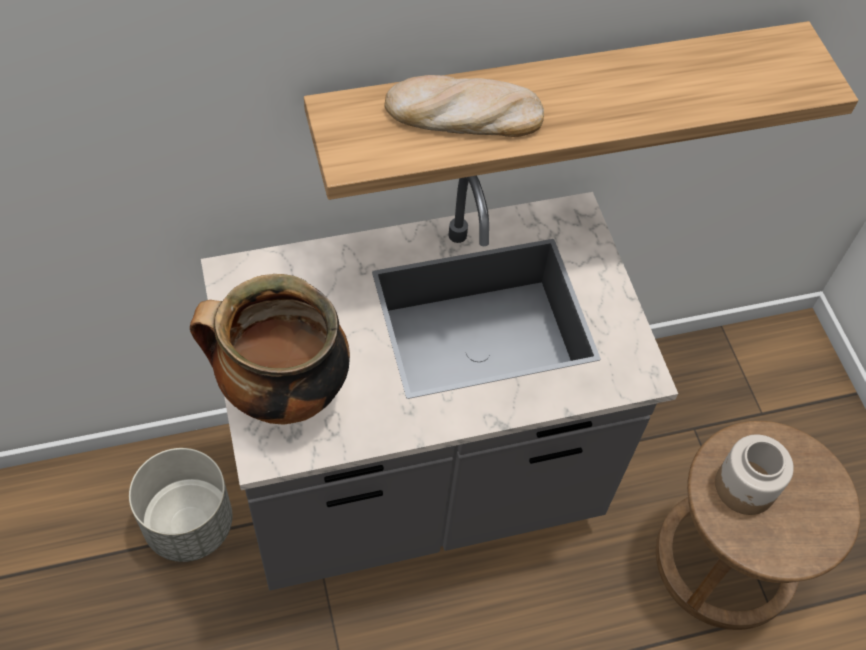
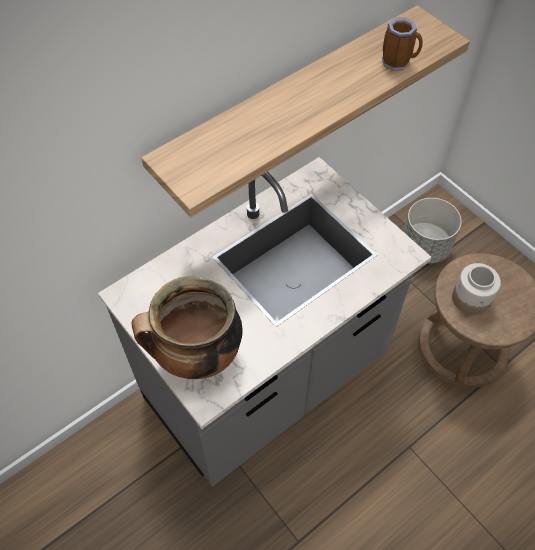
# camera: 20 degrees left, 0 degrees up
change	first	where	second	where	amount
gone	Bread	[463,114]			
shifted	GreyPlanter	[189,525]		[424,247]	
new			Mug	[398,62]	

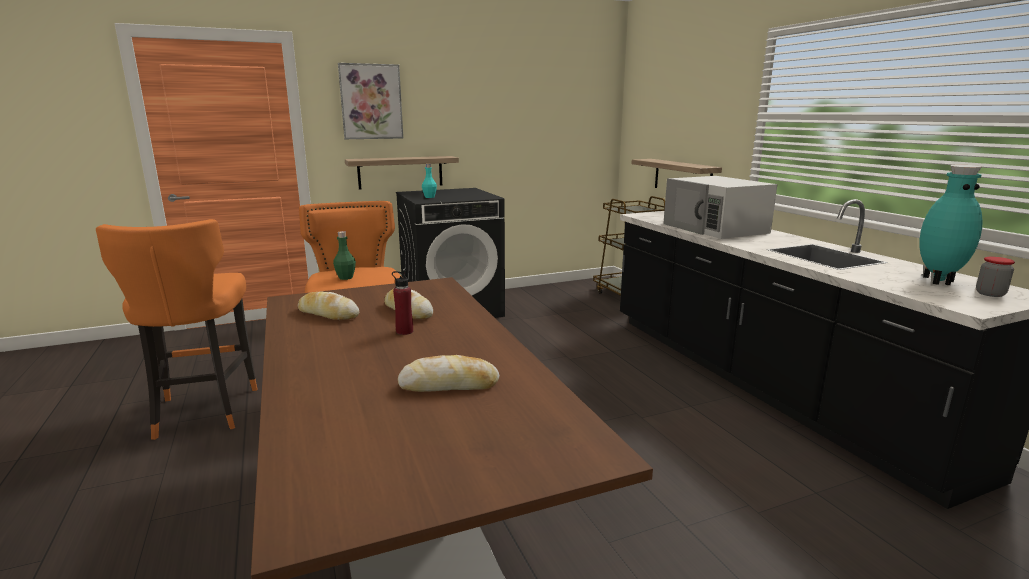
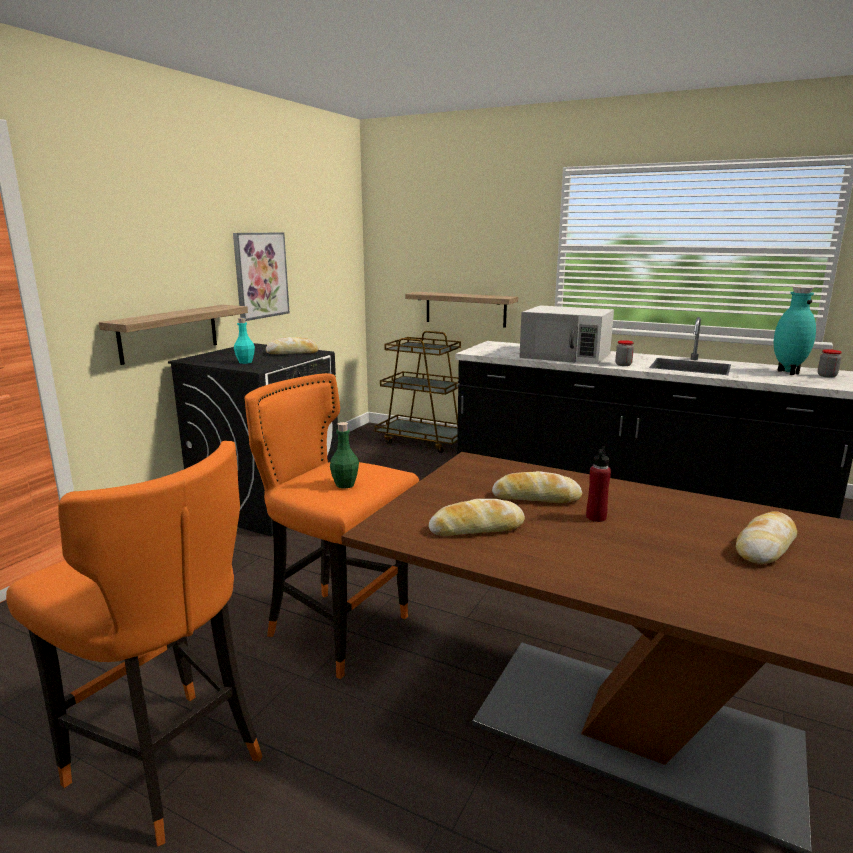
# camera: 40 degrees left, 0 degrees up
change	first	where	second	where	amount
shifted	Picture	[371,102]		[260,275]	
new			Bread	[292,353]	
new			Jar	[623,365]	

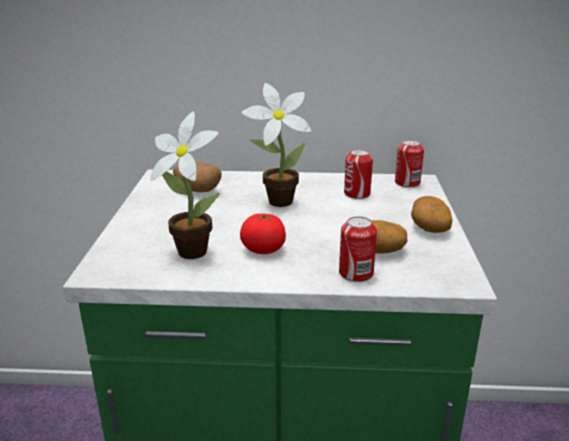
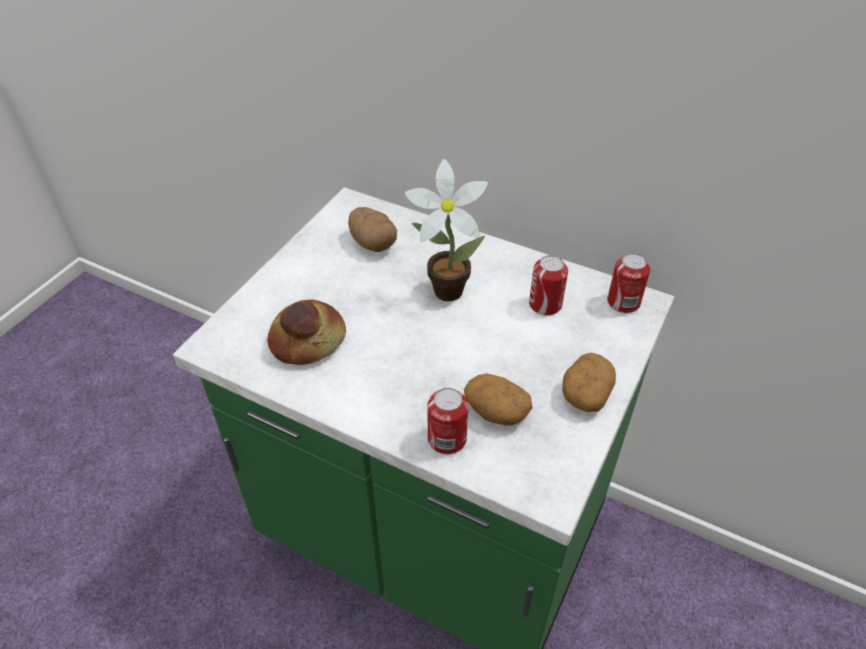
# camera: 25 degrees right, 20 degrees up
change	first	where	second	where	amount
swapped	PottedPlant	[190,249]	Bread	[308,341]	
gone	Tomato	[263,249]			

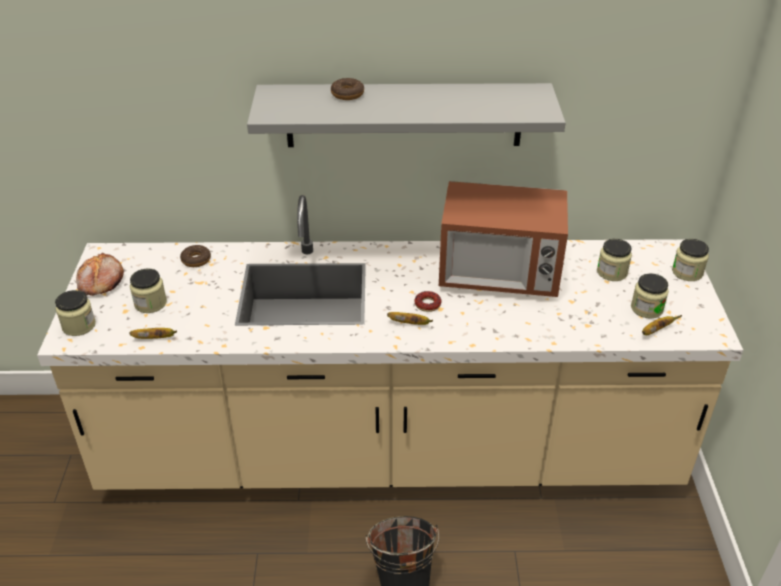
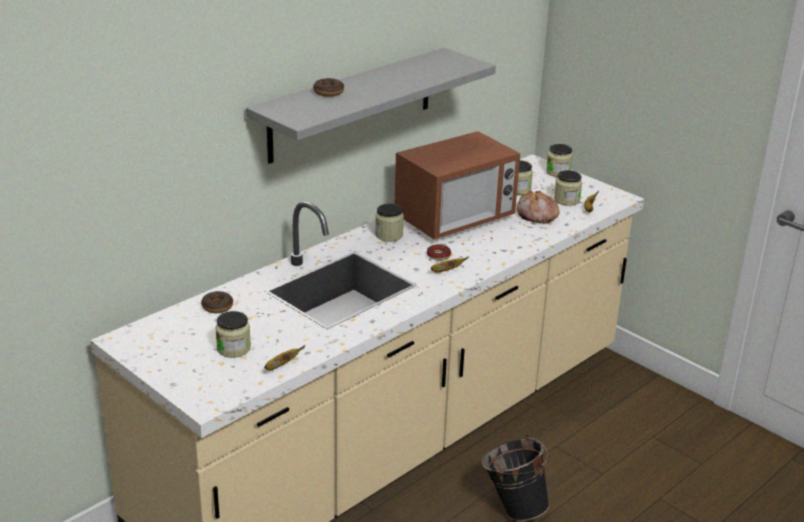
# camera: 45 degrees left, 10 degrees down
change	first	where	second	where	amount
shifted	Bread	[100,282]		[536,215]	
shifted	Jar	[79,325]		[389,235]	

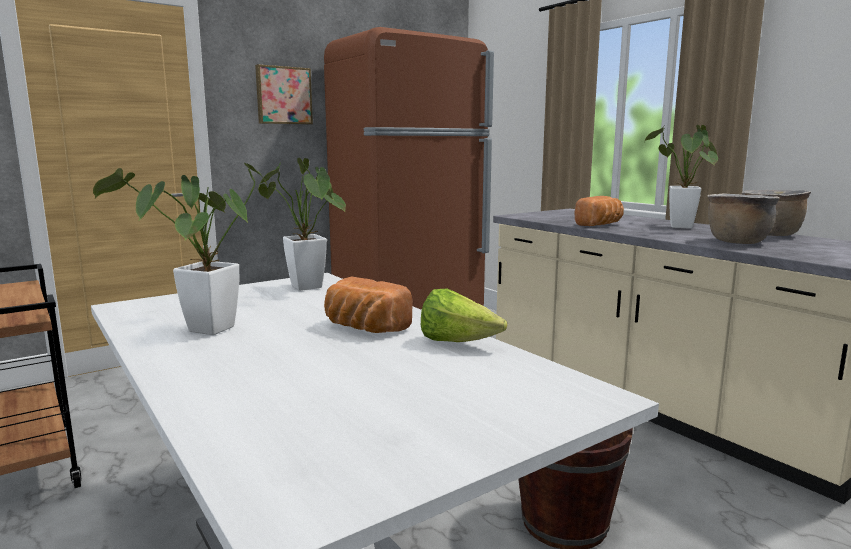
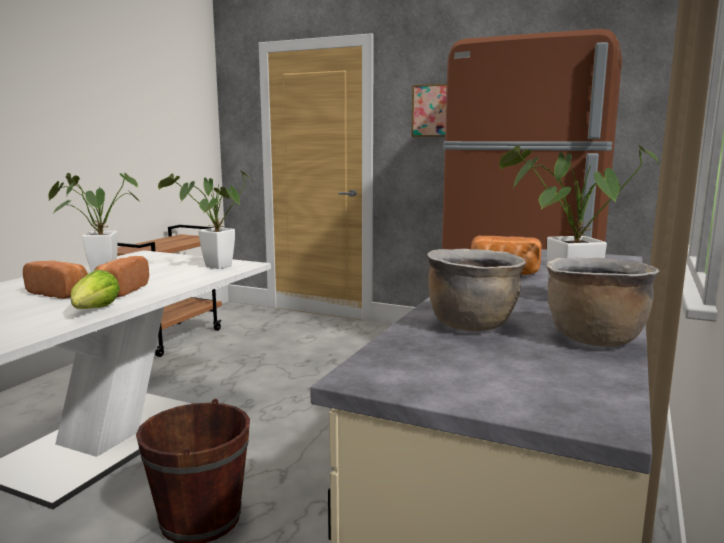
# camera: 60 degrees right, 0 degrees up
change	first	where	second	where	amount
new			Bread	[61,293]	

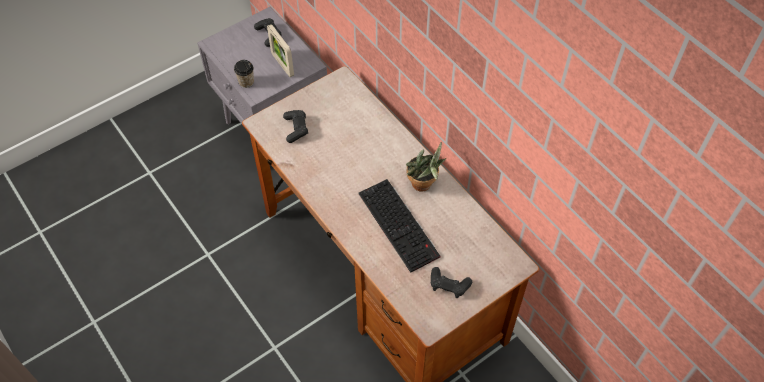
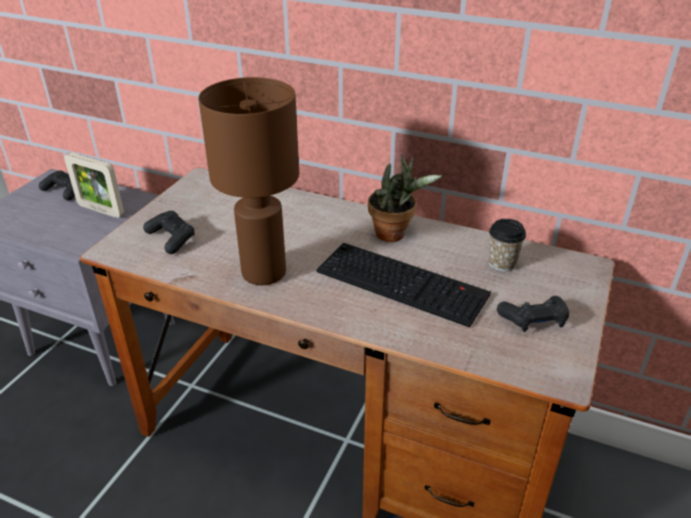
# camera: 30 degrees left, 20 degrees down
change	first	where	second	where	amount
shifted	Cup	[246,82]		[502,263]	
new			BrownTableLamp	[263,272]	

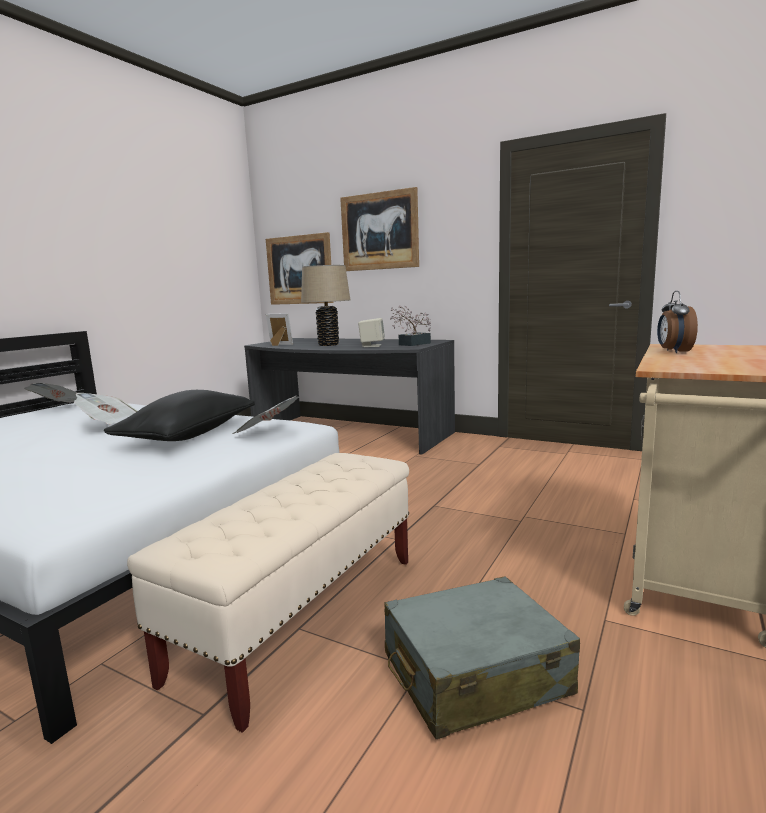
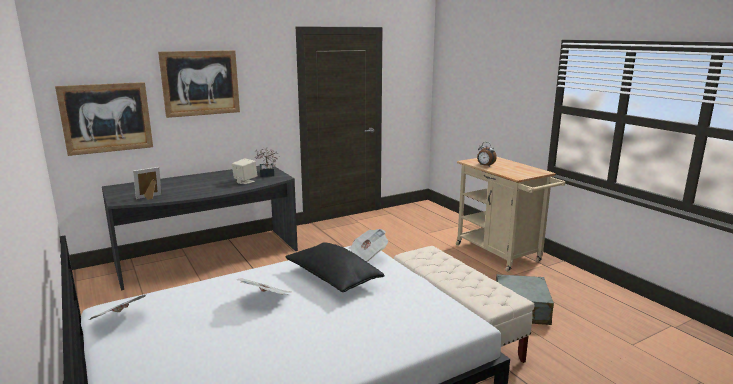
# camera: 60 degrees left, 5 degrees up
change	first	where	second	where	amount
gone	BeigeTableLamp	[328,345]			

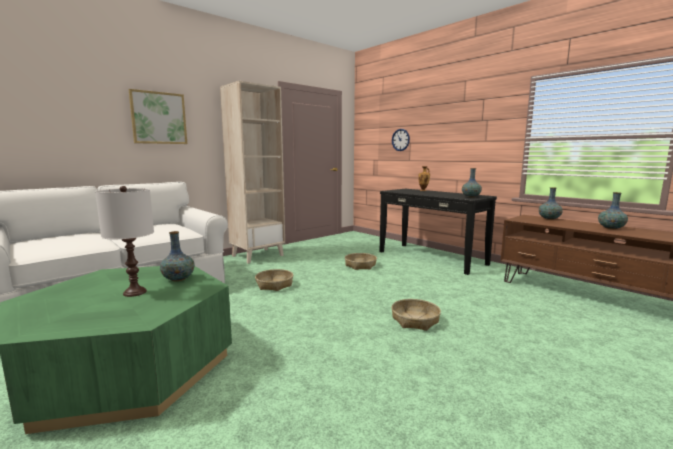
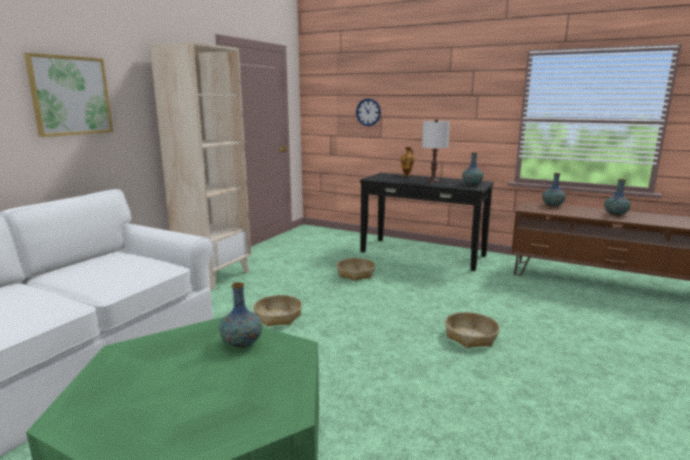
# camera: 20 degrees left, 5 degrees up
change	first	where	second	where	amount
shifted	WhiteTableLamp	[134,292]		[433,181]	

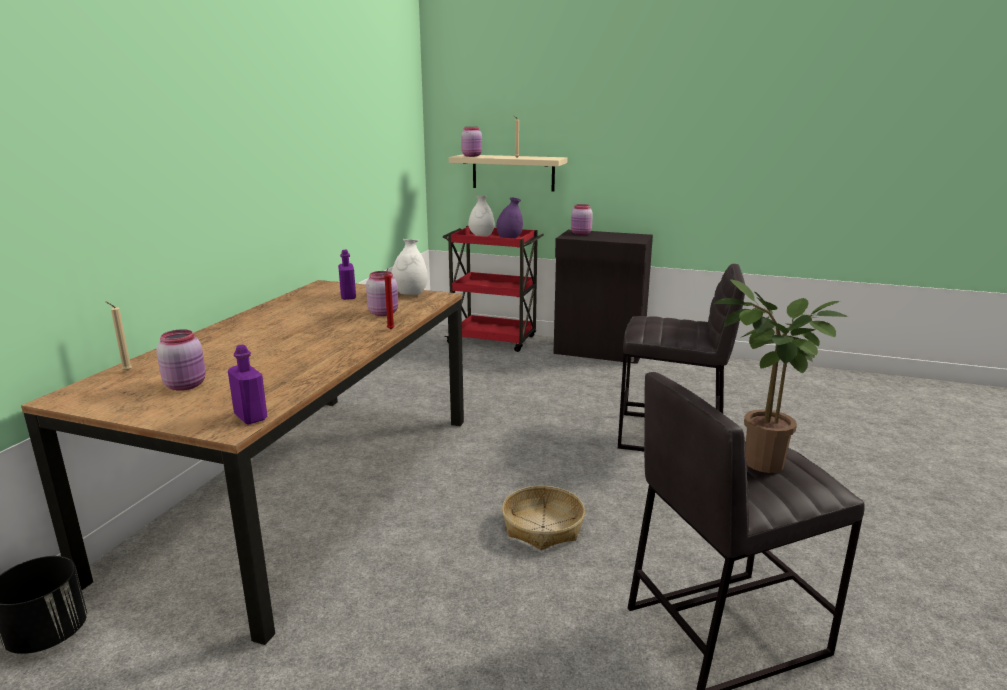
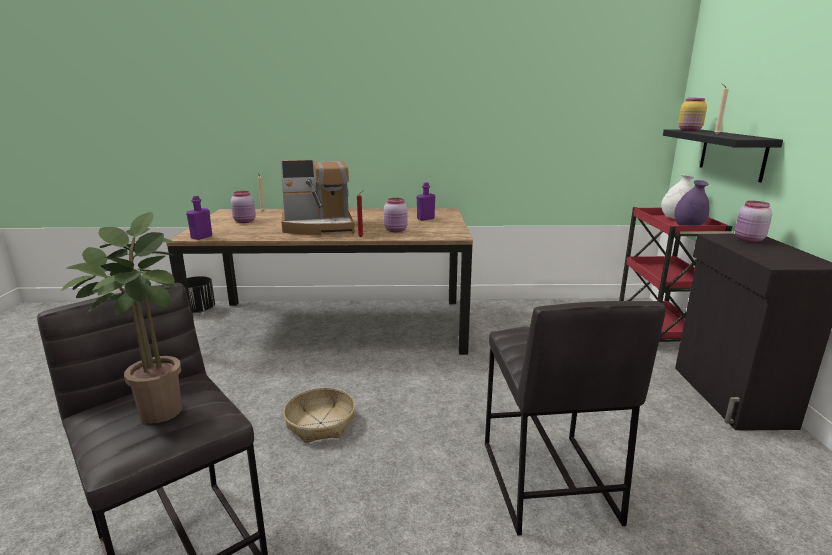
# camera: 70 degrees right, 0 degrees up
change	first	where	second	where	amount
repainted	PinkJar	[472,156]	YellowJar	[690,130]	
repainted	BeigeShelf	[513,172]	BlackShelf	[732,154]	
gone	WhiteVase	[410,295]			
new			CoffeeMachine	[319,227]	

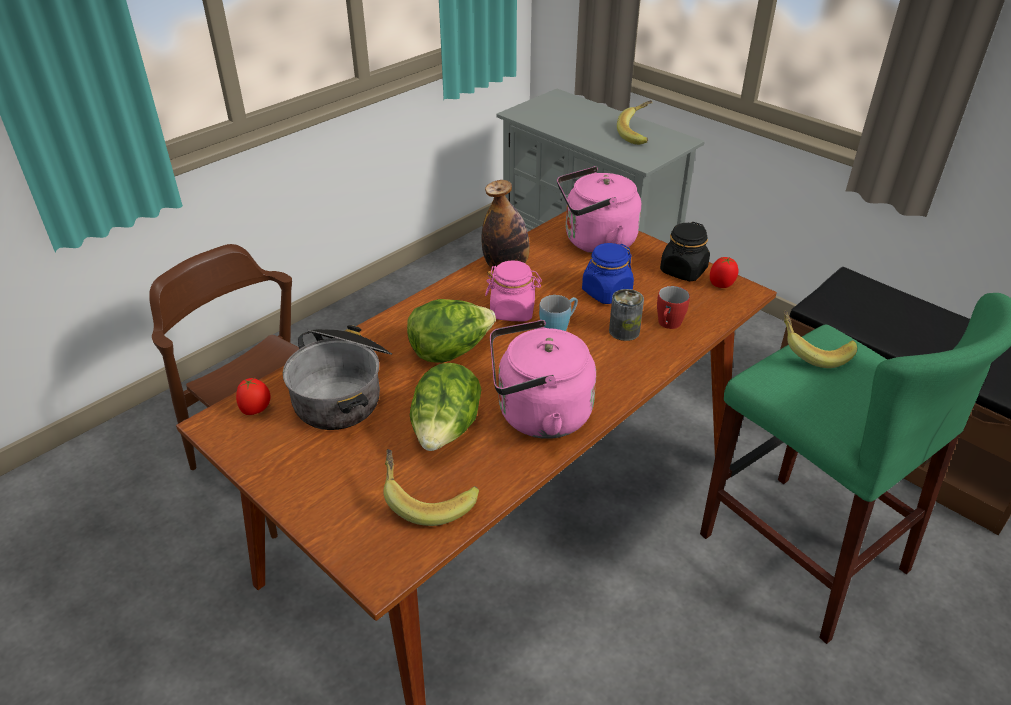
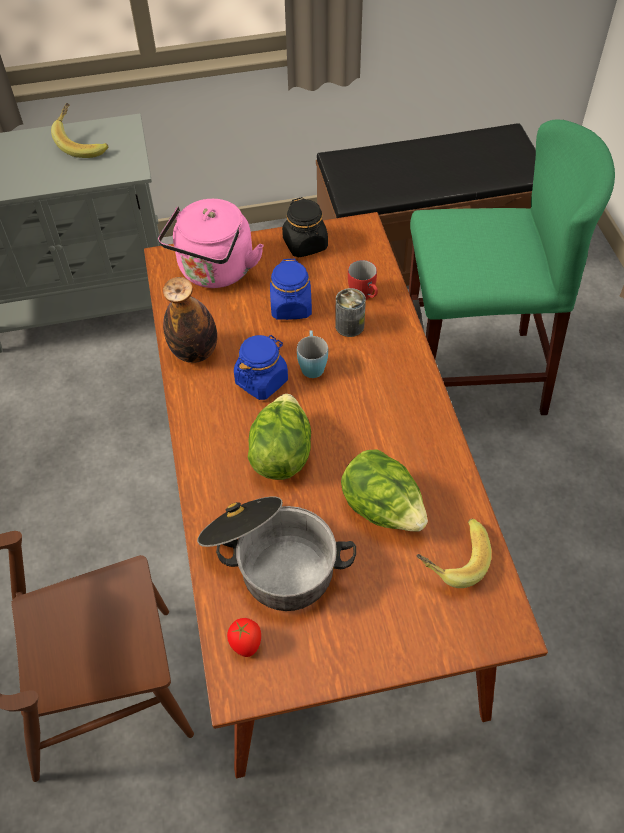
# camera: 55 degrees left, 15 degrees up
change	first	where	second	where	amount
gone	Tomato	[721,285]			
repainted	PinkJar	[513,311]	BlueJar	[261,381]	
gone	Banana	[812,351]			
gone	PinkKettle	[538,415]			

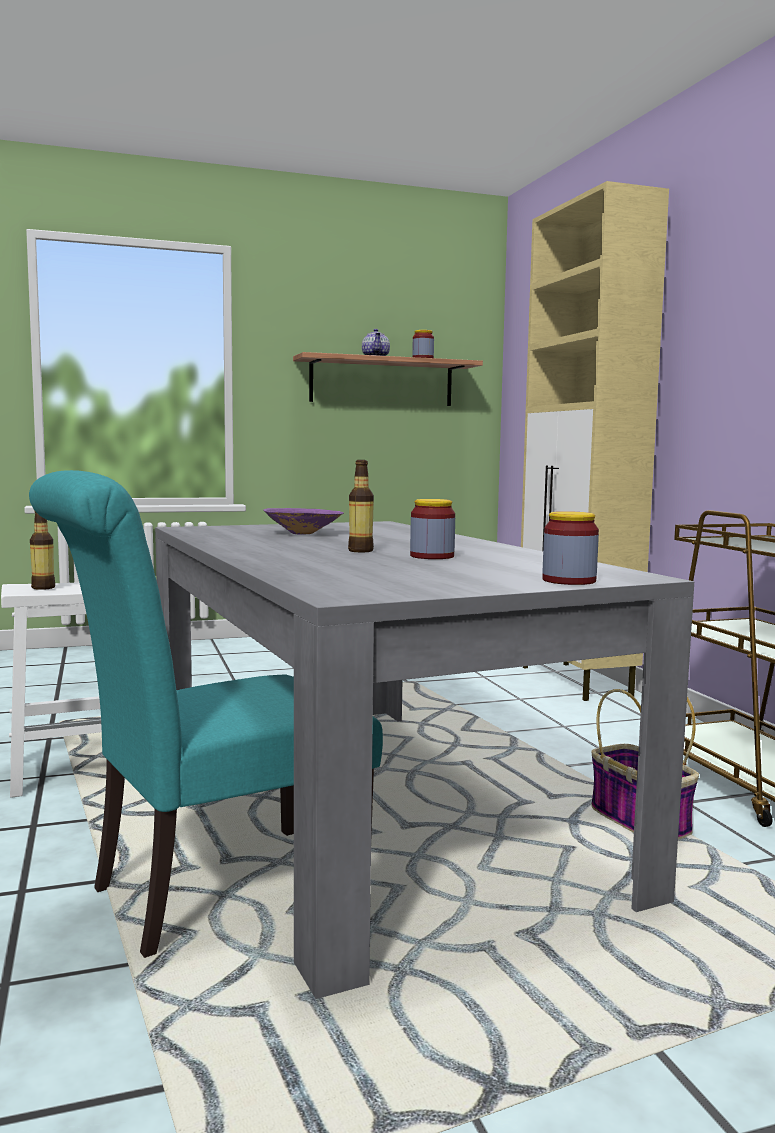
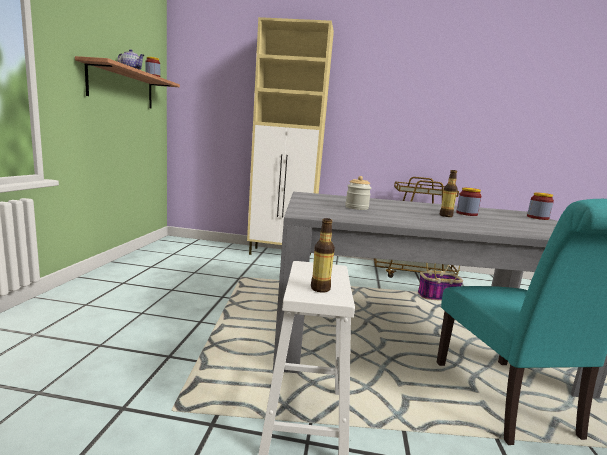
# camera: 65 degrees left, 5 degrees up
change	first	where	second	where	amount
swapped	PurpleBowl	[304,533]	Jar	[356,208]	

